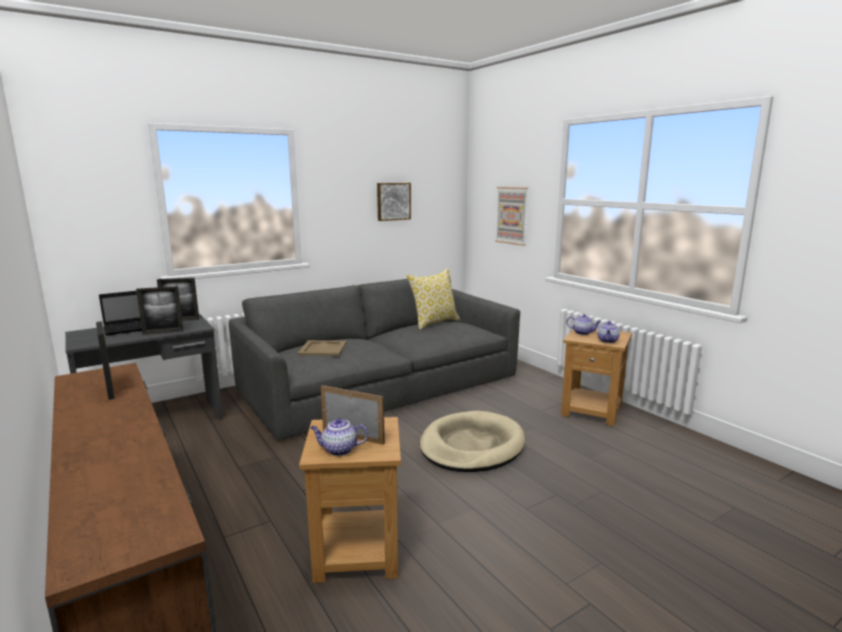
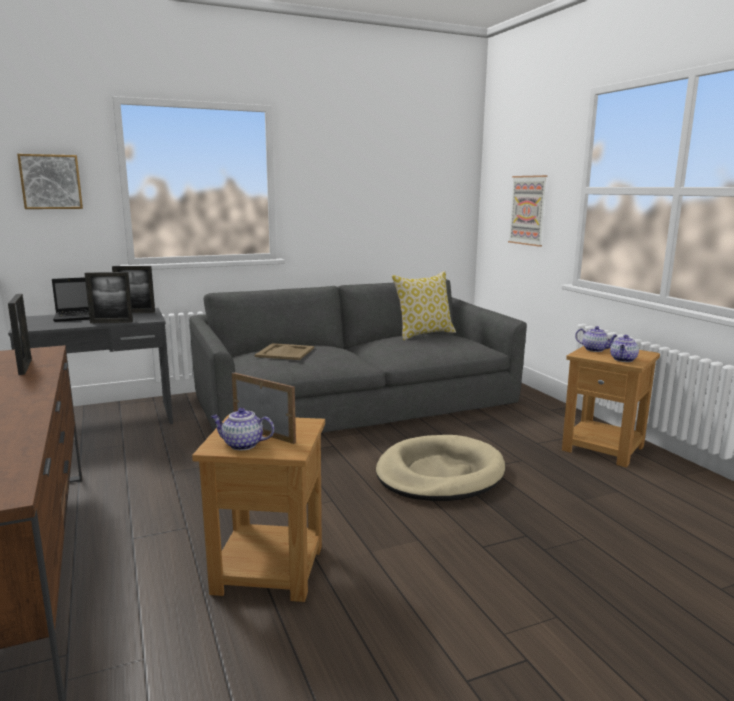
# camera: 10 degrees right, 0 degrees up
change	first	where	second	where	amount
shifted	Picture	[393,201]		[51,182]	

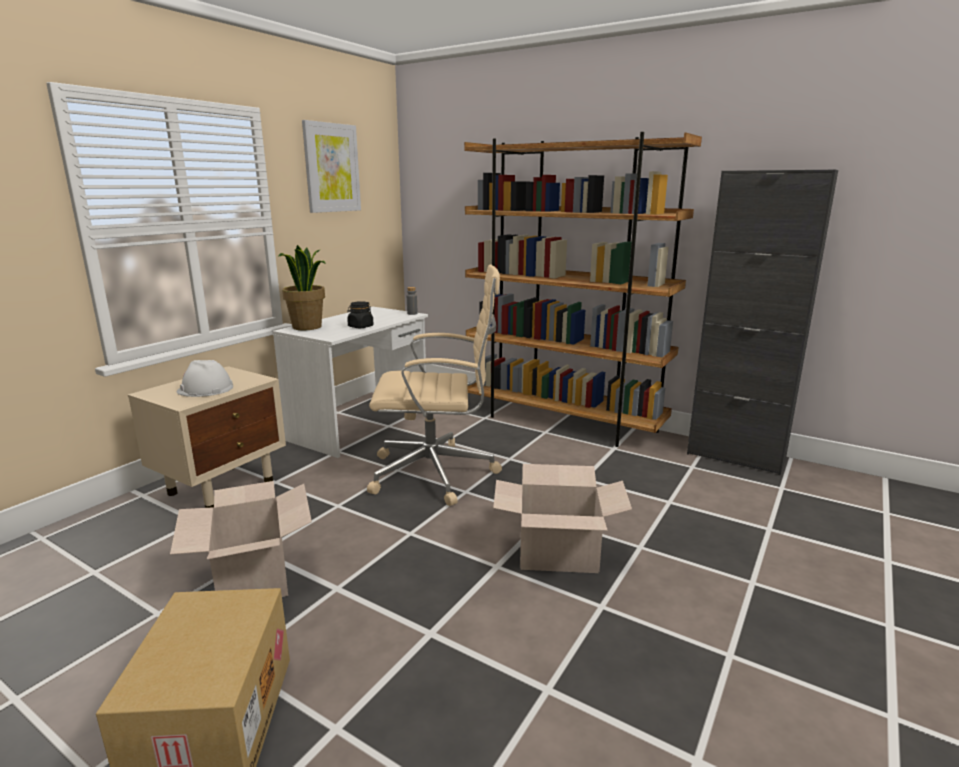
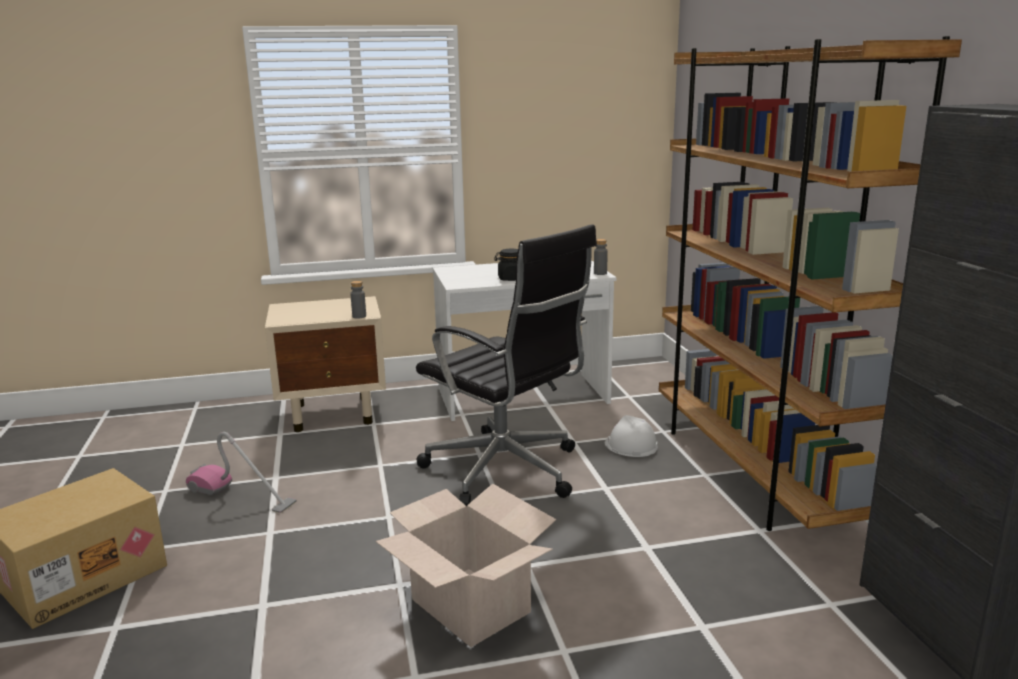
# camera: 45 degrees right, 0 degrees up
change	first	where	second	where	amount
gone	Picture	[331,168]			
gone	PottedPlant	[307,327]			
repainted	BeigeOfficeChair	[437,473]	BlackOfficeChair	[506,472]	
shifted	WhiteHardHat	[205,389]		[630,445]	
swapped	CardboardBox	[254,578]	VacuumCleaner	[241,495]	
new			GreyBottle	[359,316]	

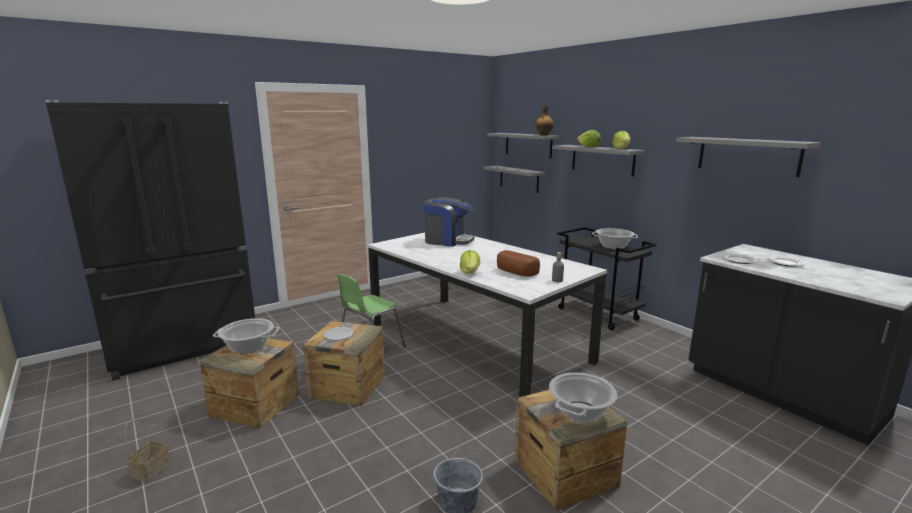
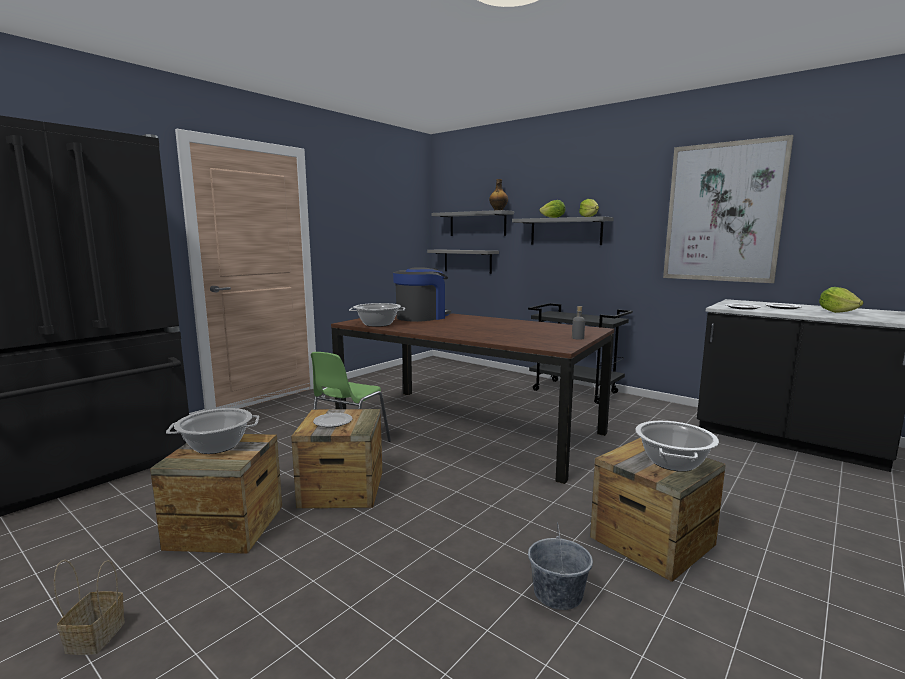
# camera: 15 degrees left, 5 degrees down
change	first	where	second	where	amount
swapped	GreyShelf	[748,155]	Picture	[723,213]	
rotated	CoffeeMachine	[447,241]		[422,317]	45 degrees counterclockwise
shifted	CookingPot	[613,246]		[377,324]	
repainted	WhiteDiningTable	[475,342]	BrownDiningTable	[466,428]	
shifted	Lettuce	[470,272]		[837,312]	
gone	Bread	[515,272]			

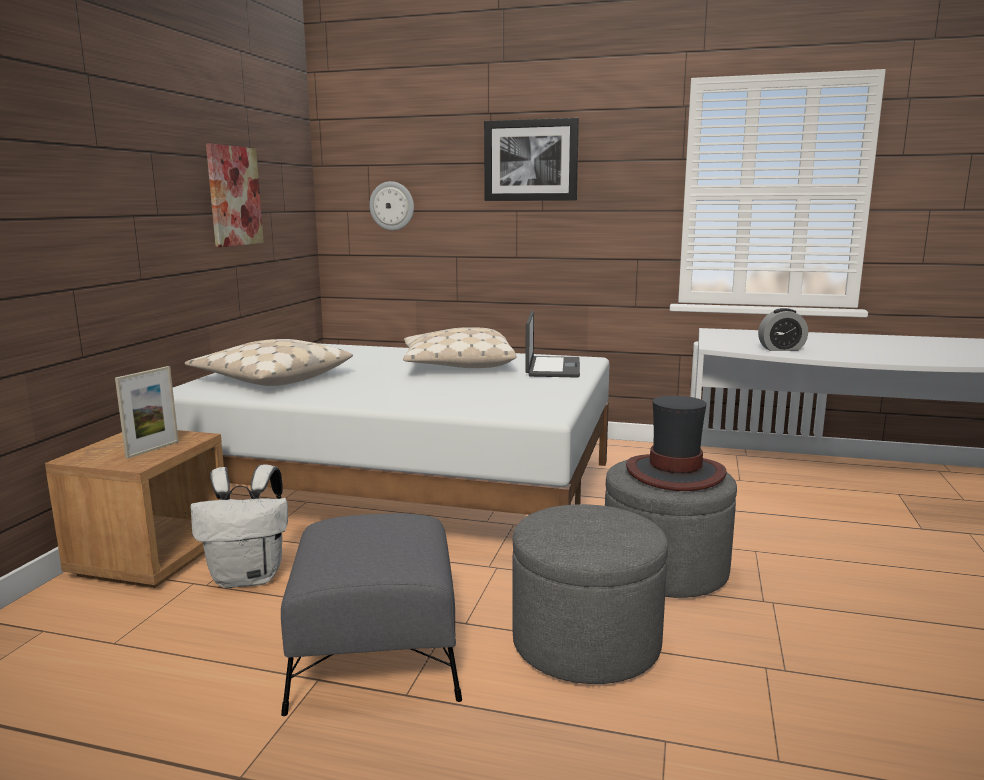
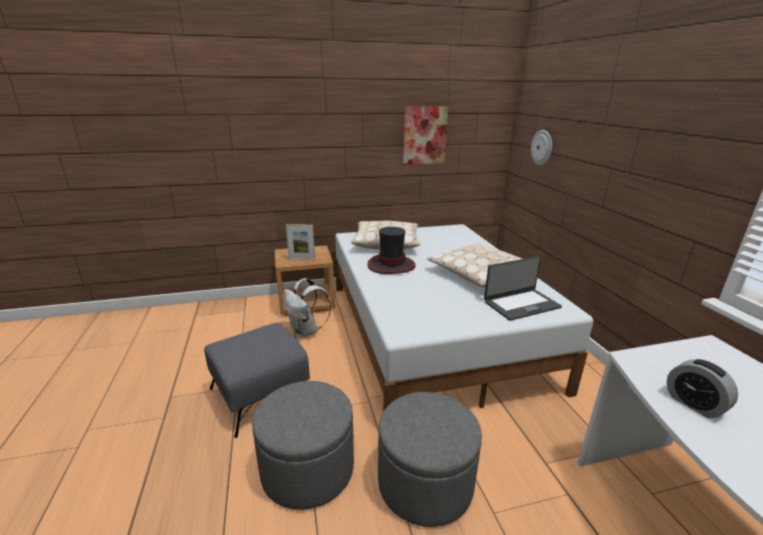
# camera: 60 degrees right, 10 degrees up
change	first	where	second	where	amount
gone	Picture	[530,160]			
shifted	Hat	[675,473]		[391,265]	

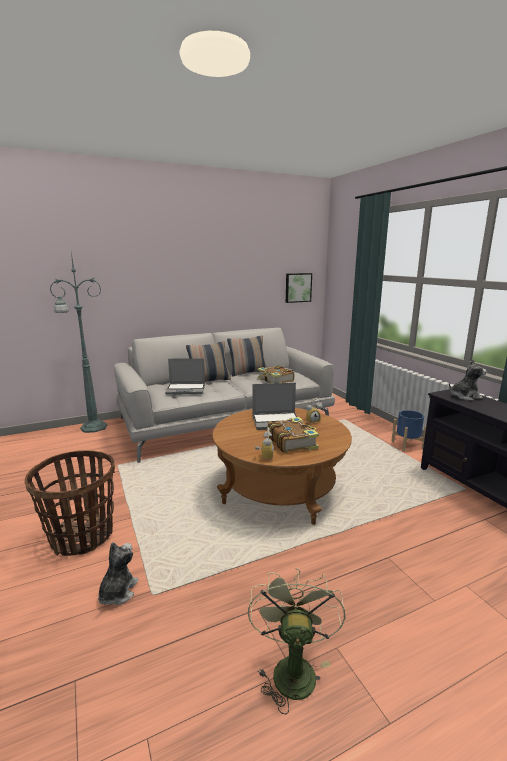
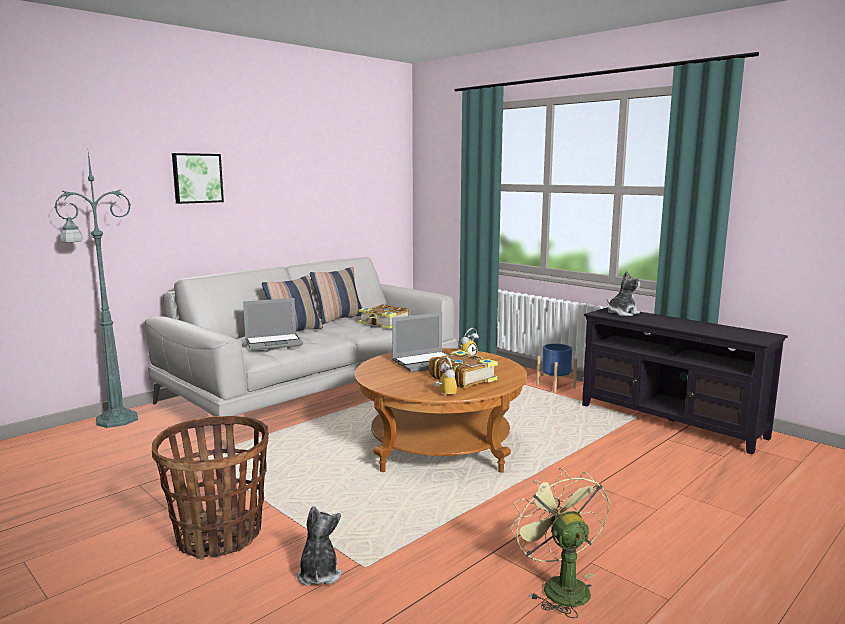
# camera: 20 degrees left, 5 degrees down
change	first	where	second	where	amount
shifted	Picture	[298,287]		[197,178]	

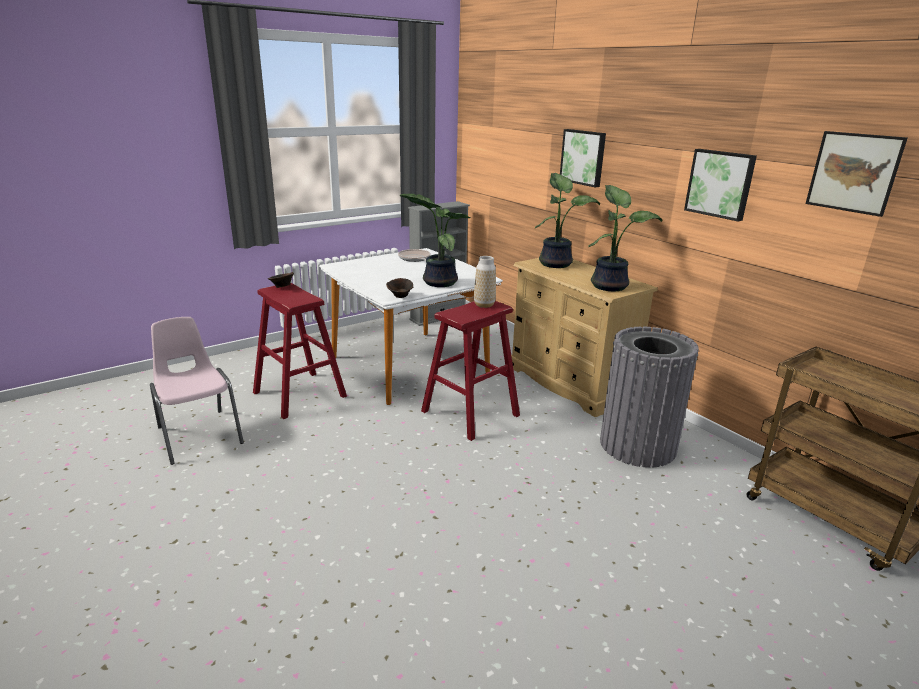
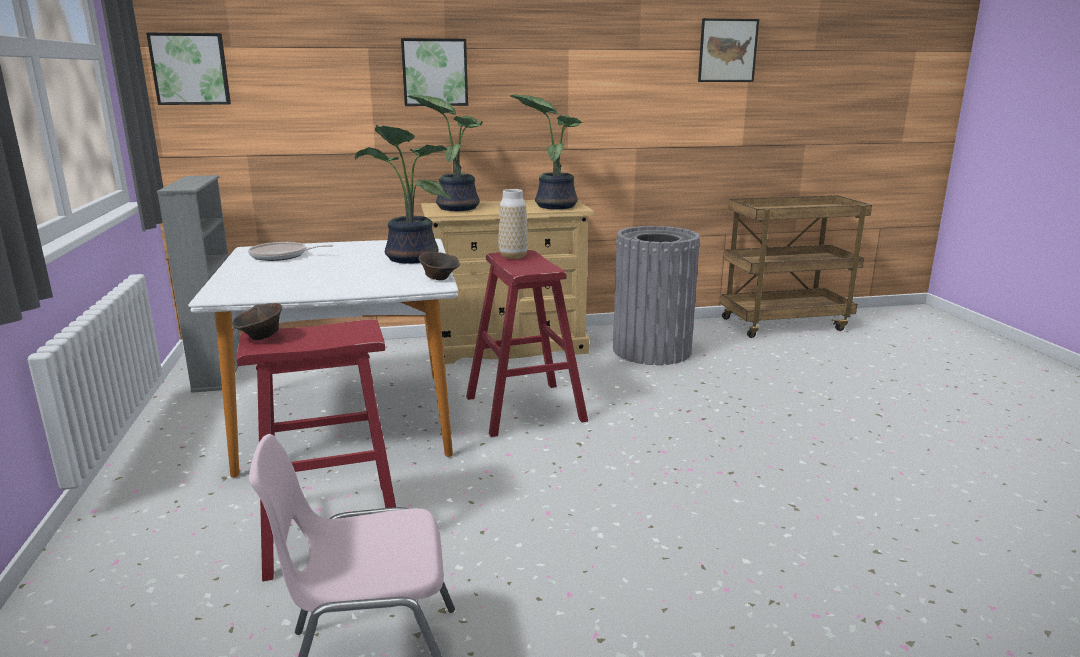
# camera: 65 degrees left, 5 degrees down
change	first	where	second	where	amount
shifted	Picture	[720,184]		[190,69]	

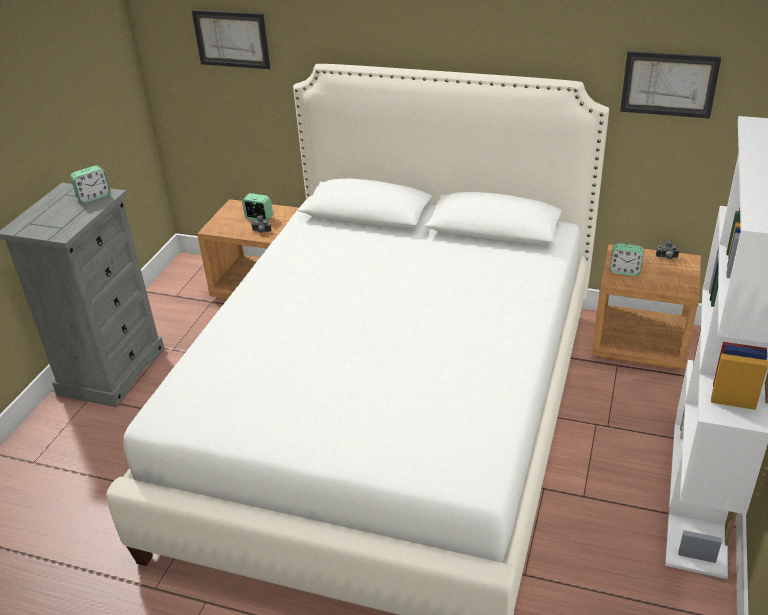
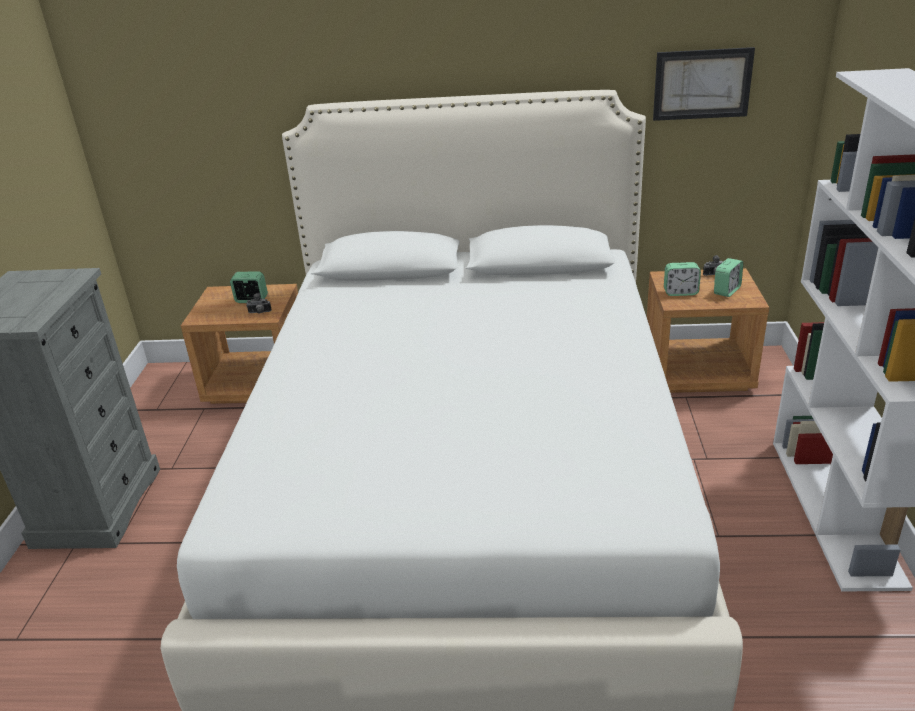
# camera: 15 degrees left, 5 degrees down
change	first	where	second	where	amount
gone	Picture	[231,39]			
shifted	AlarmClock	[94,197]		[726,291]	

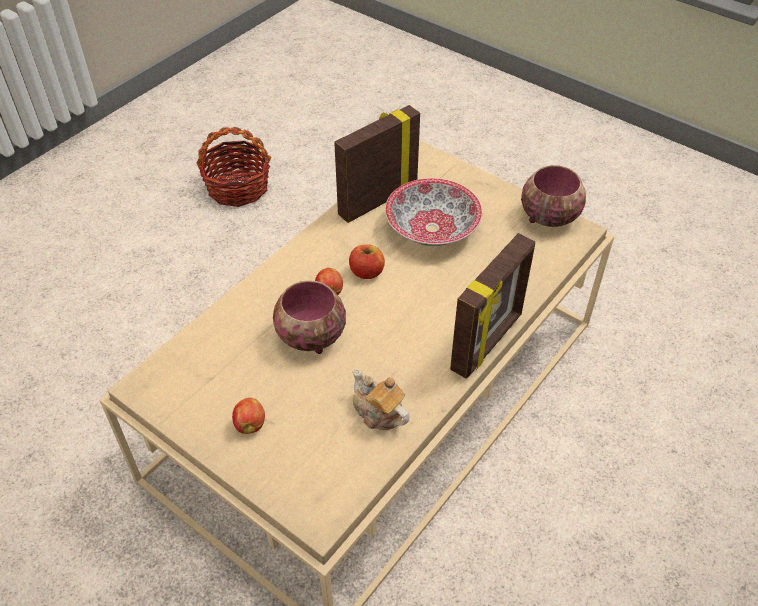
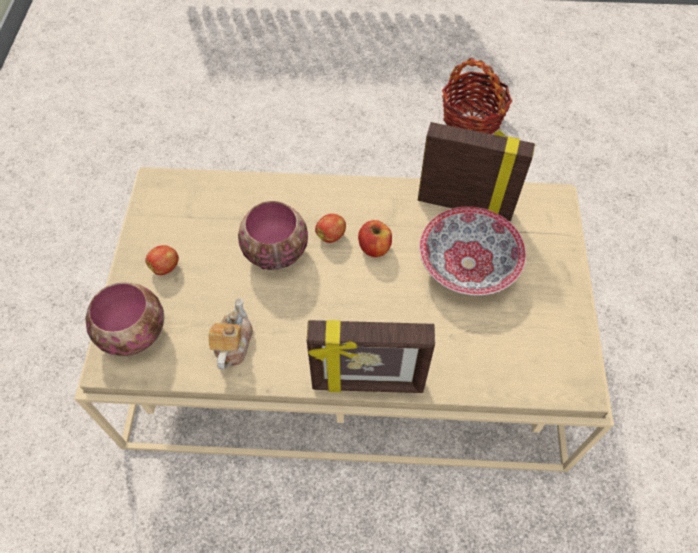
# camera: 55 degrees right, 10 degrees up
change	first	where	second	where	amount
shifted	Bowl	[548,216]		[135,332]	

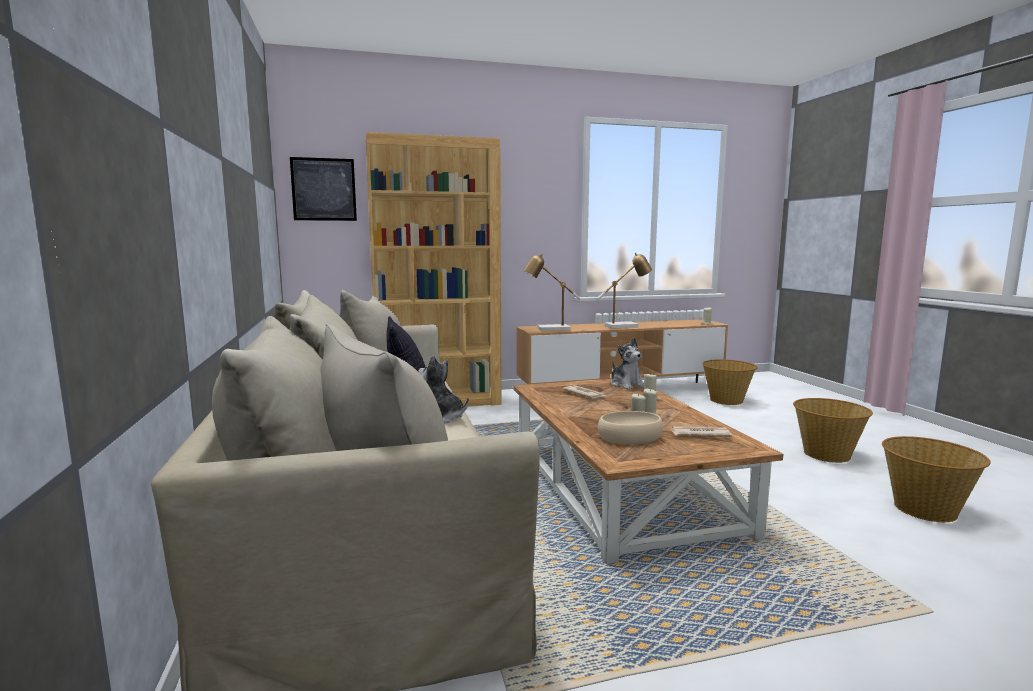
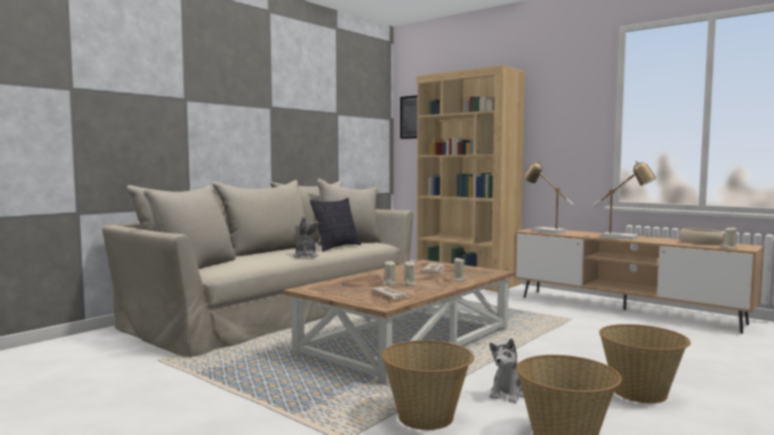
# camera: 55 degrees right, 5 degrees down
change	first	where	second	where	amount
shifted	PlushToy	[626,385]		[509,393]	
shifted	Basket	[727,400]		[427,417]	
shifted	BeigeBowl	[629,437]		[701,242]	

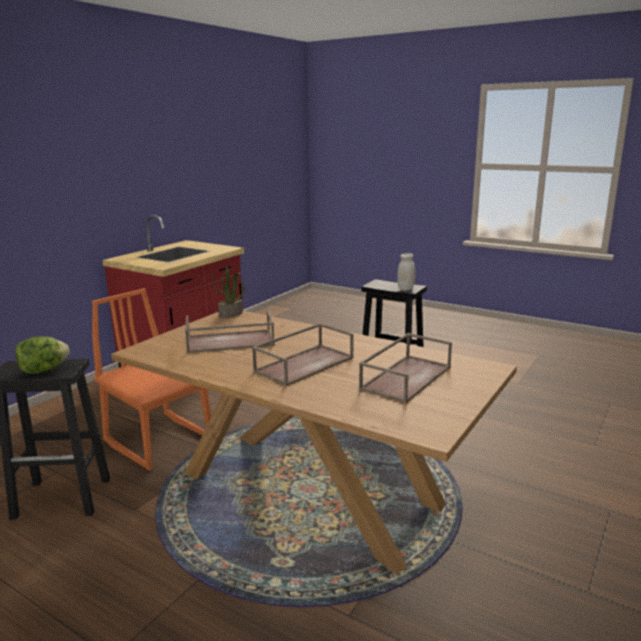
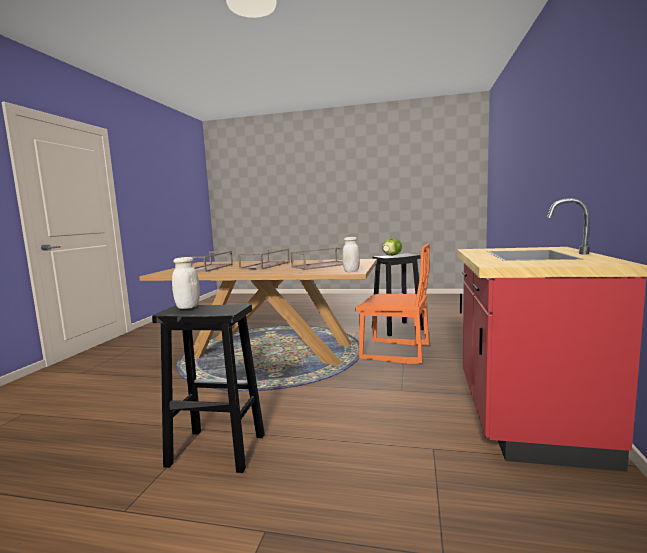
# camera: 160 degrees right, 10 degrees down
change	first	where	second	where	amount
swapped	PottedPlant	[230,314]	WhiteJar	[351,271]	

